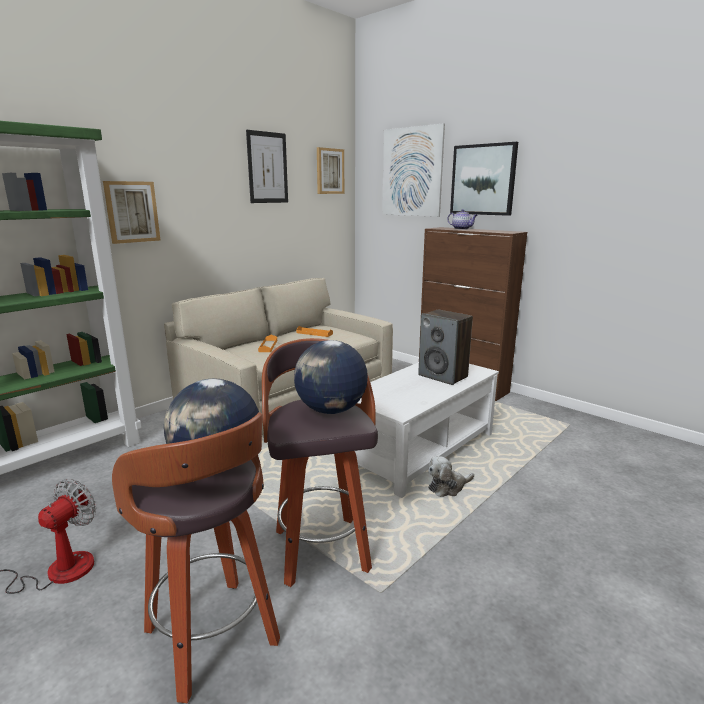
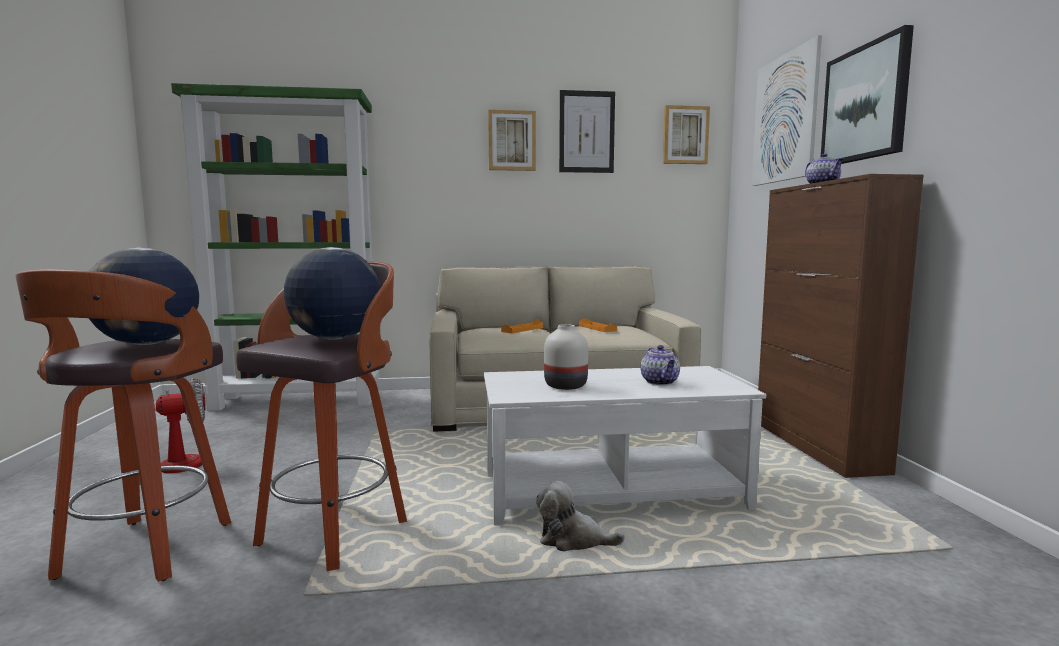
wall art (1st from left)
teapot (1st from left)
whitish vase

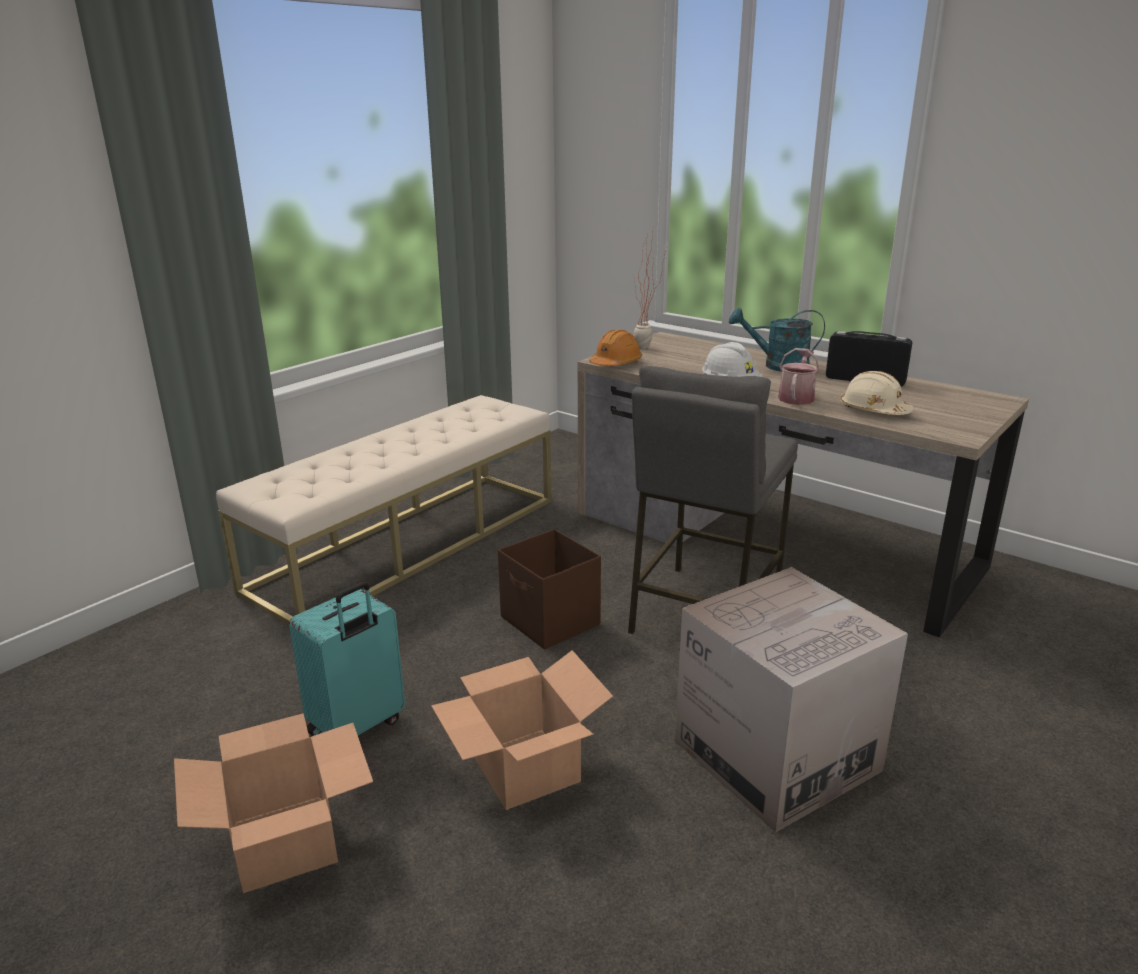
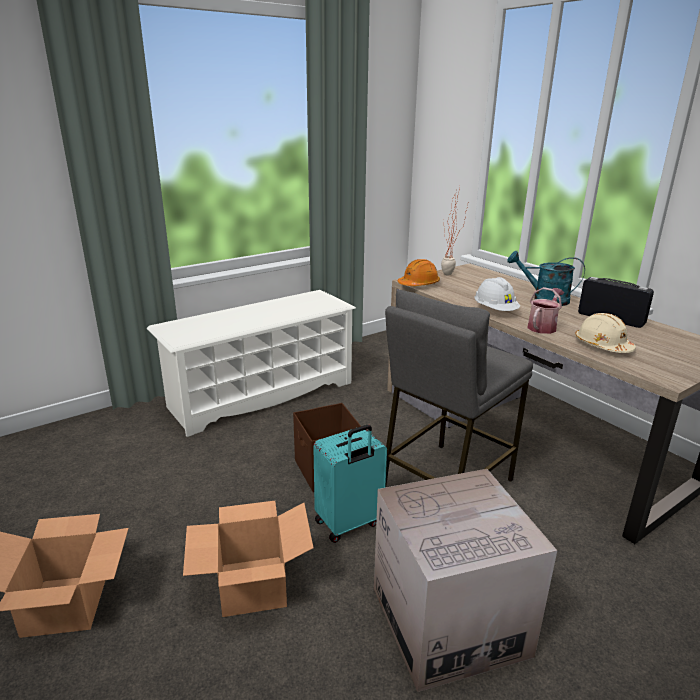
whitish shoe shelf
blue-green suitcase

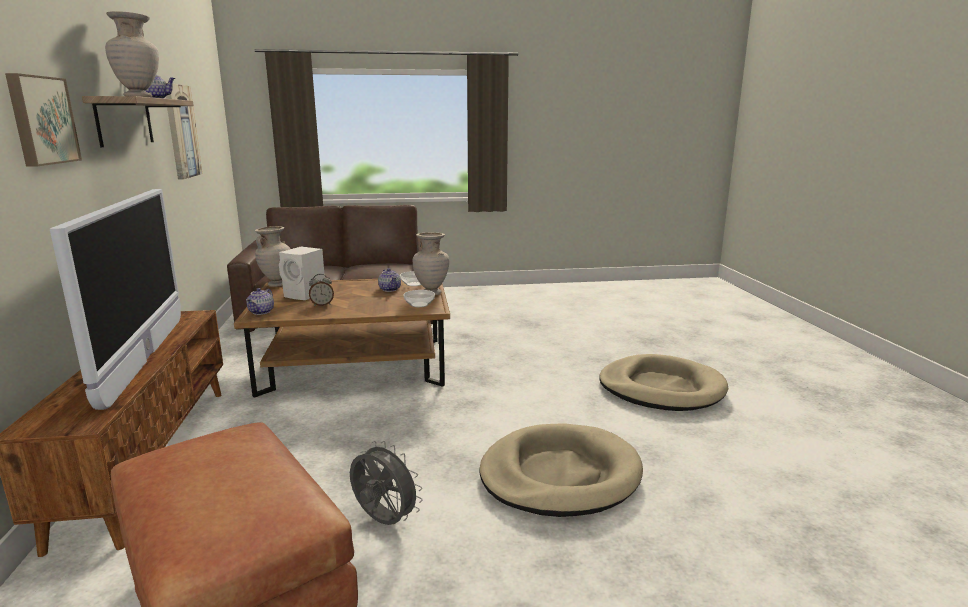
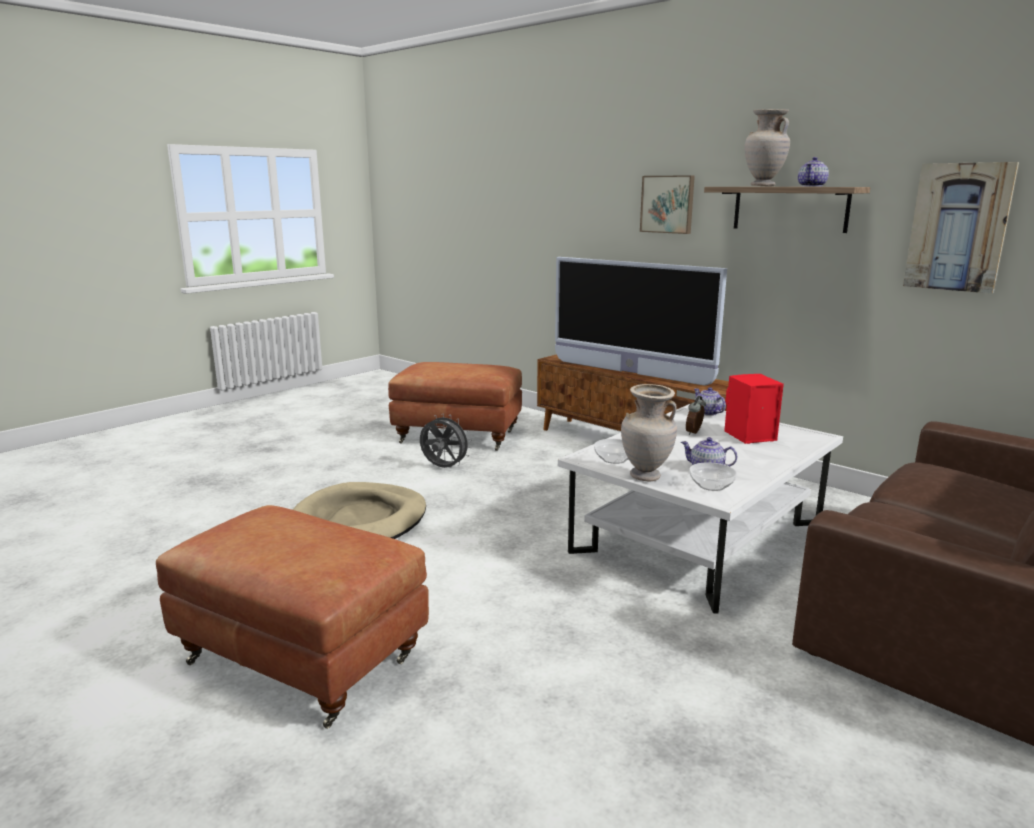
beige vase (2nd from left in the first image)
red loudspeaker
whitish low table
brown-coloured footrest (1st from left)
greyish electric fan

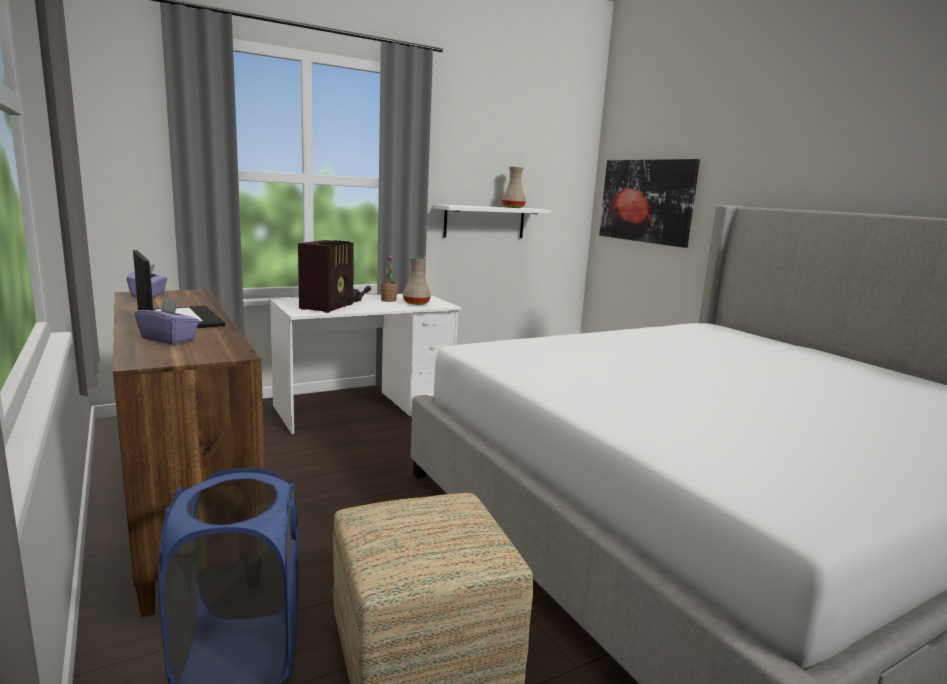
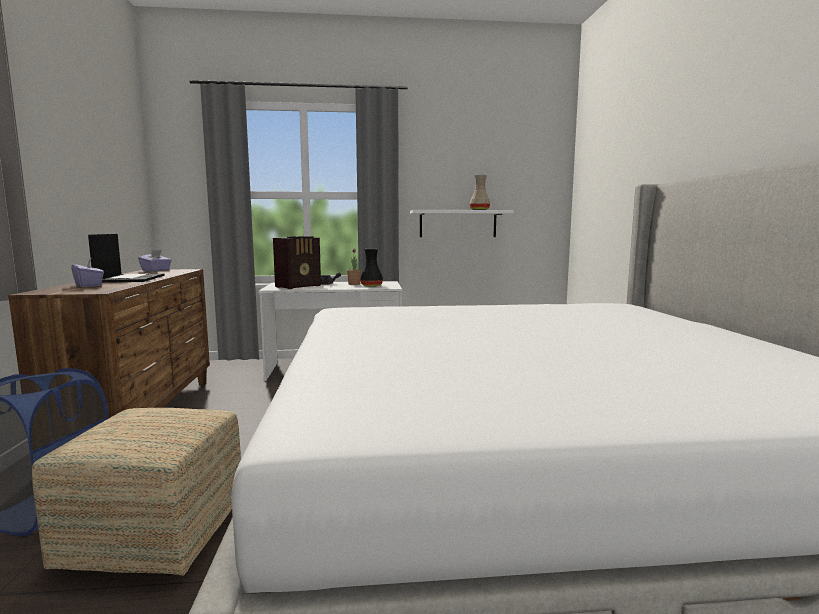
wall art
blackish vase

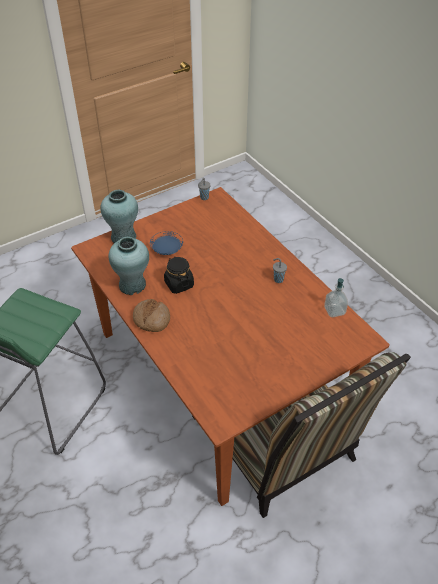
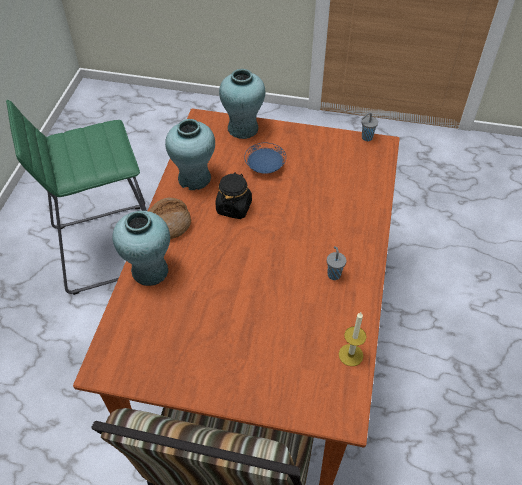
wax light
blue-green vase (1st from left)

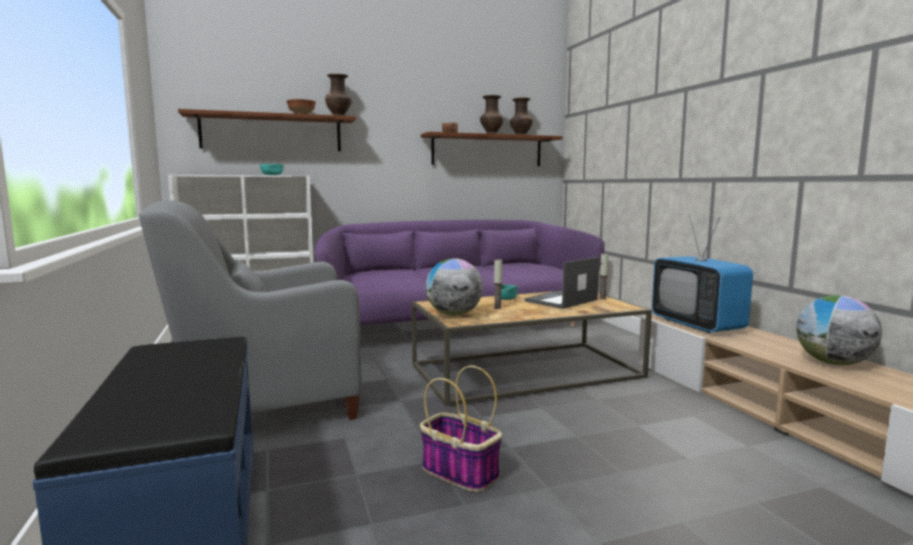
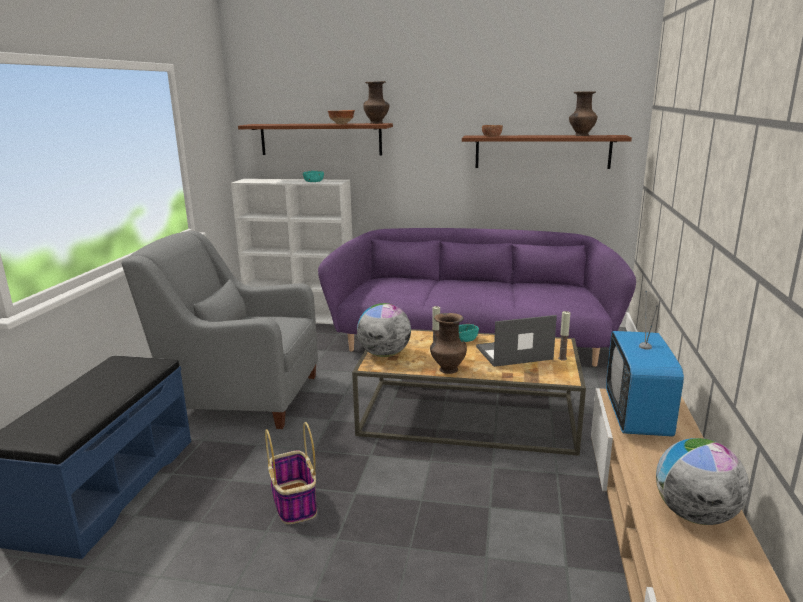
brown-coloured vase (2nd from left)

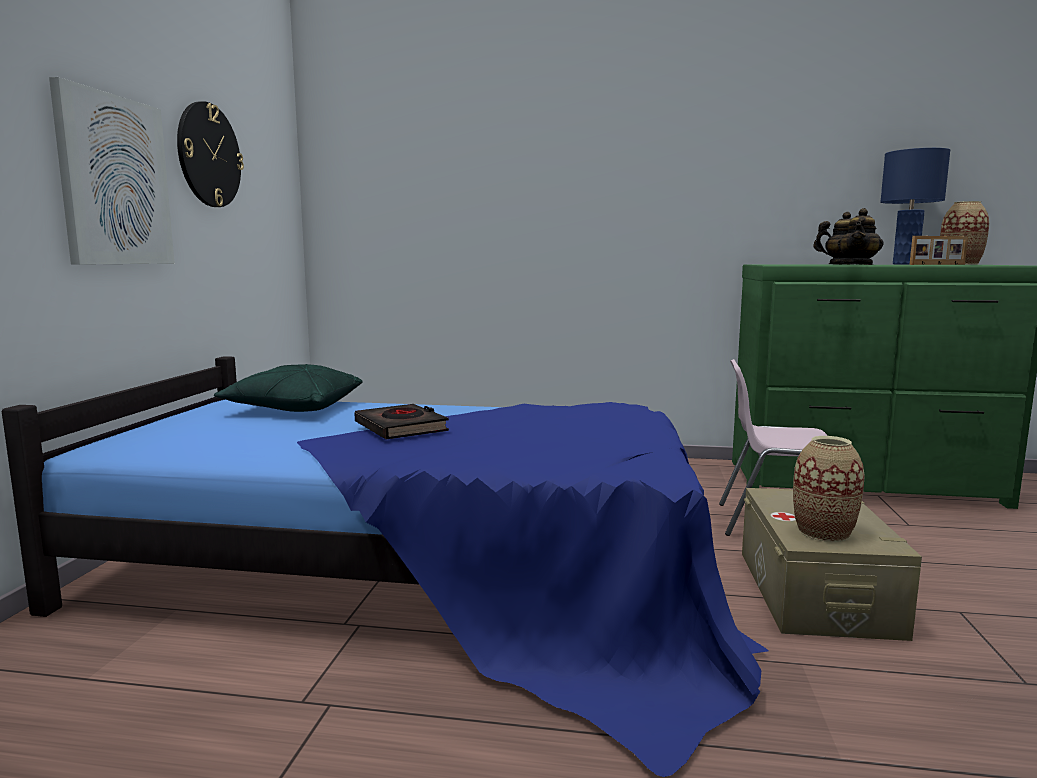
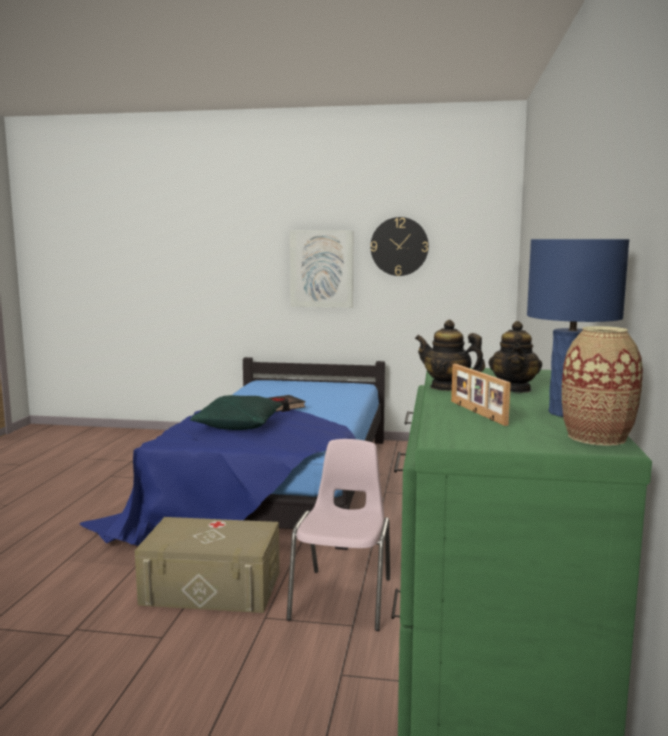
green pillow
vase (1st from left in the first image)

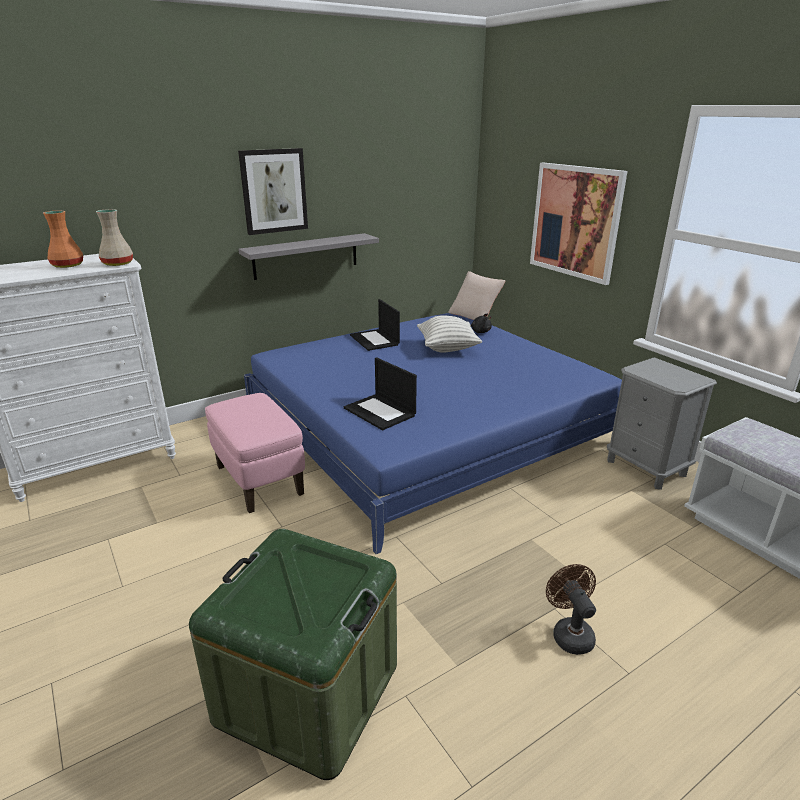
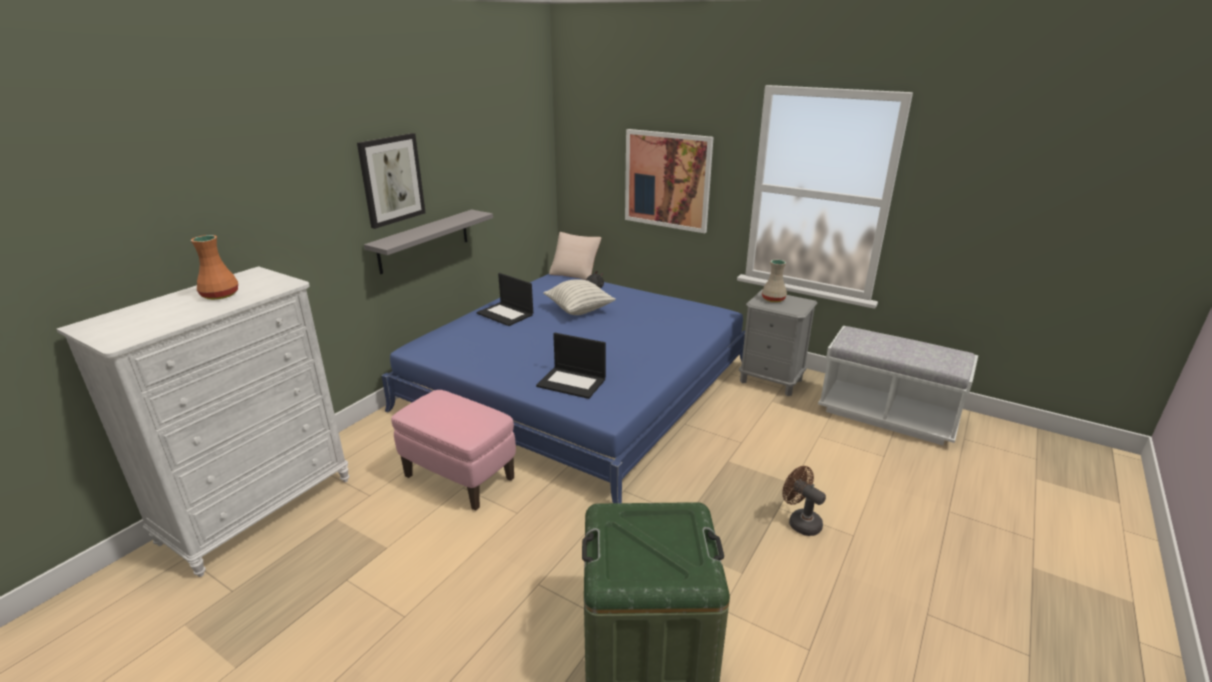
beige vase

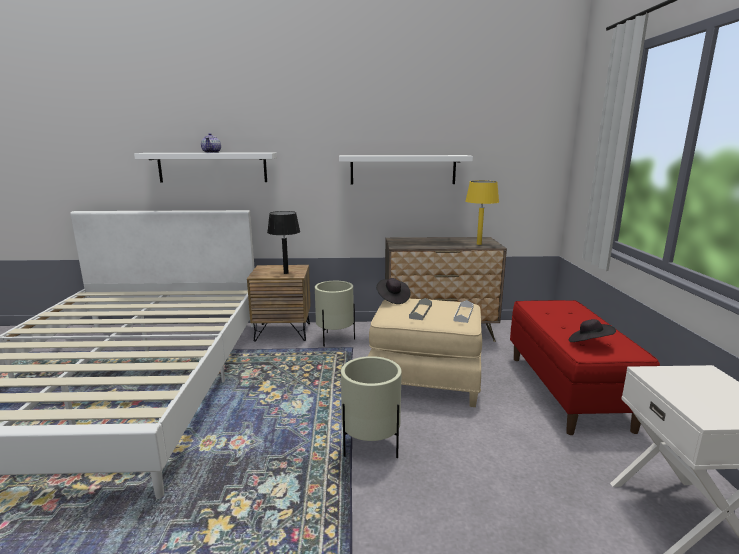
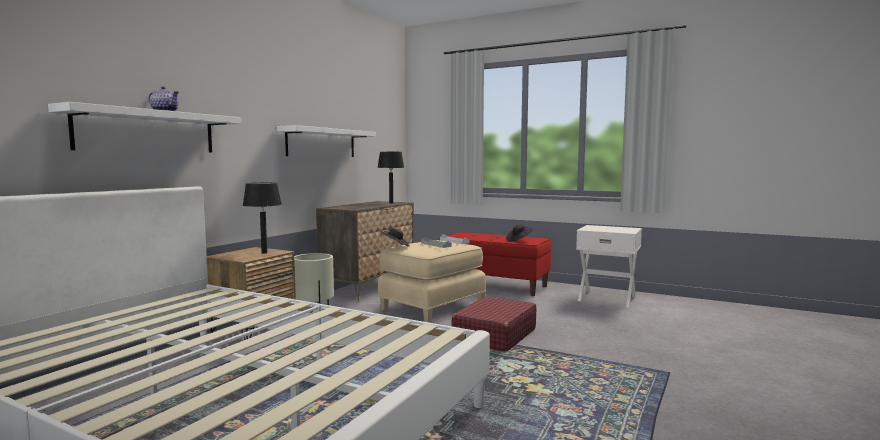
blackish tabletop lamp (2nd from left)
red suitcase

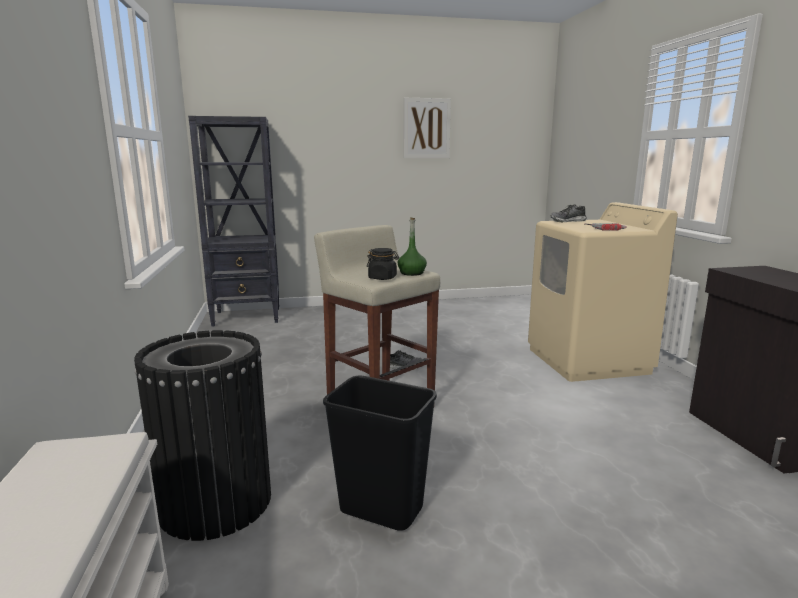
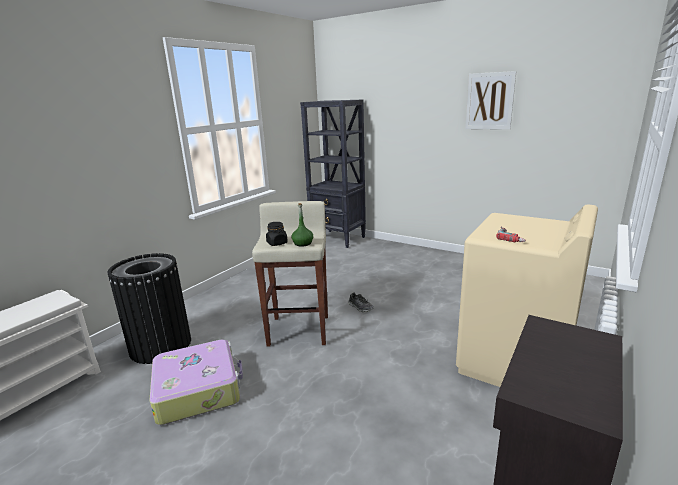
low shoe (2nd from left in the first image)
suitcase

